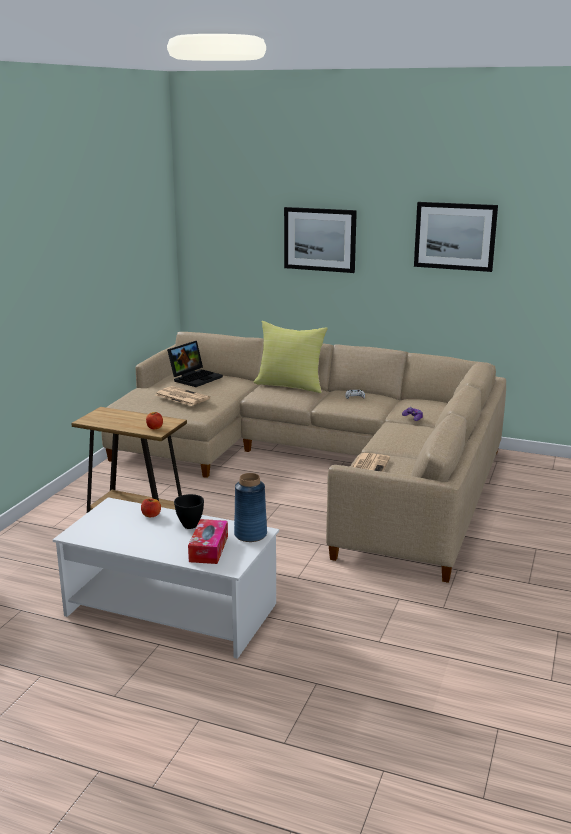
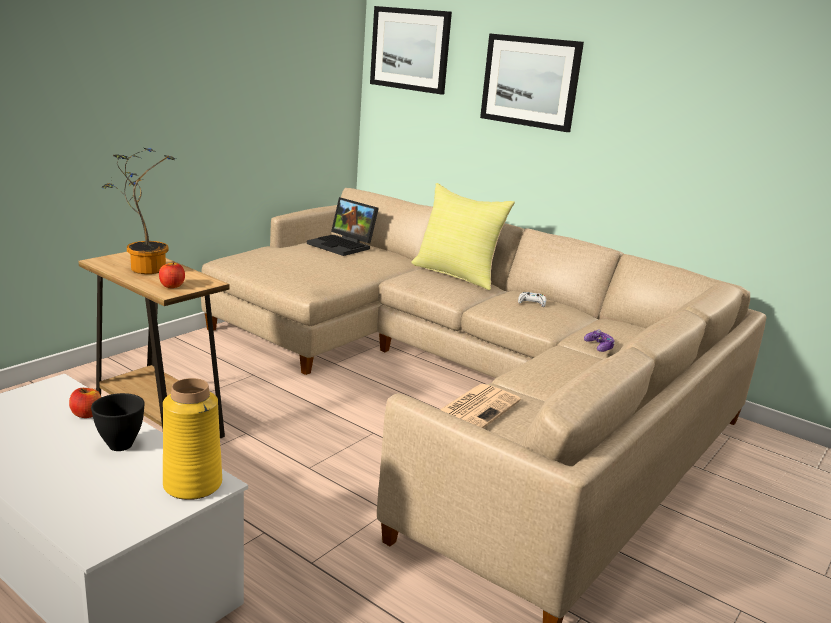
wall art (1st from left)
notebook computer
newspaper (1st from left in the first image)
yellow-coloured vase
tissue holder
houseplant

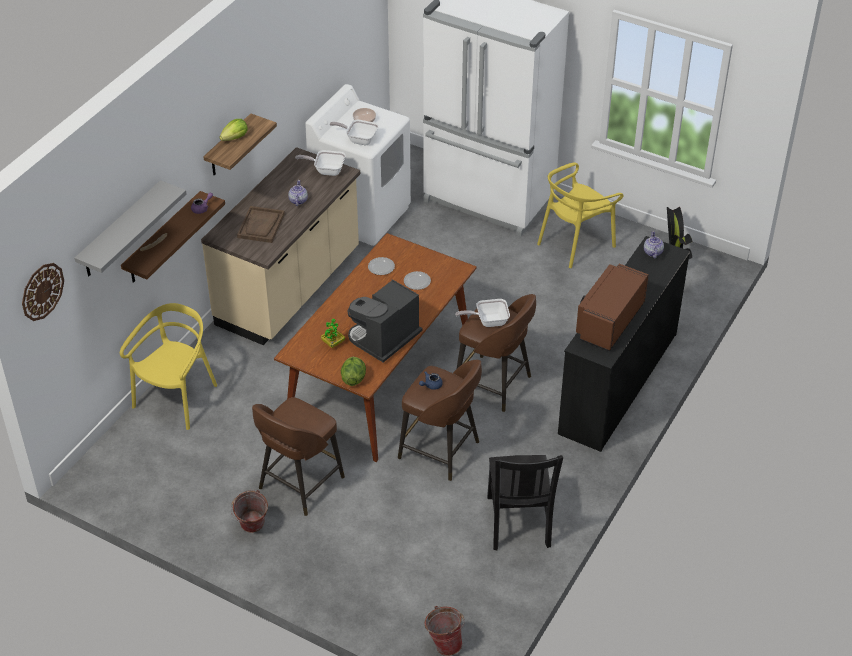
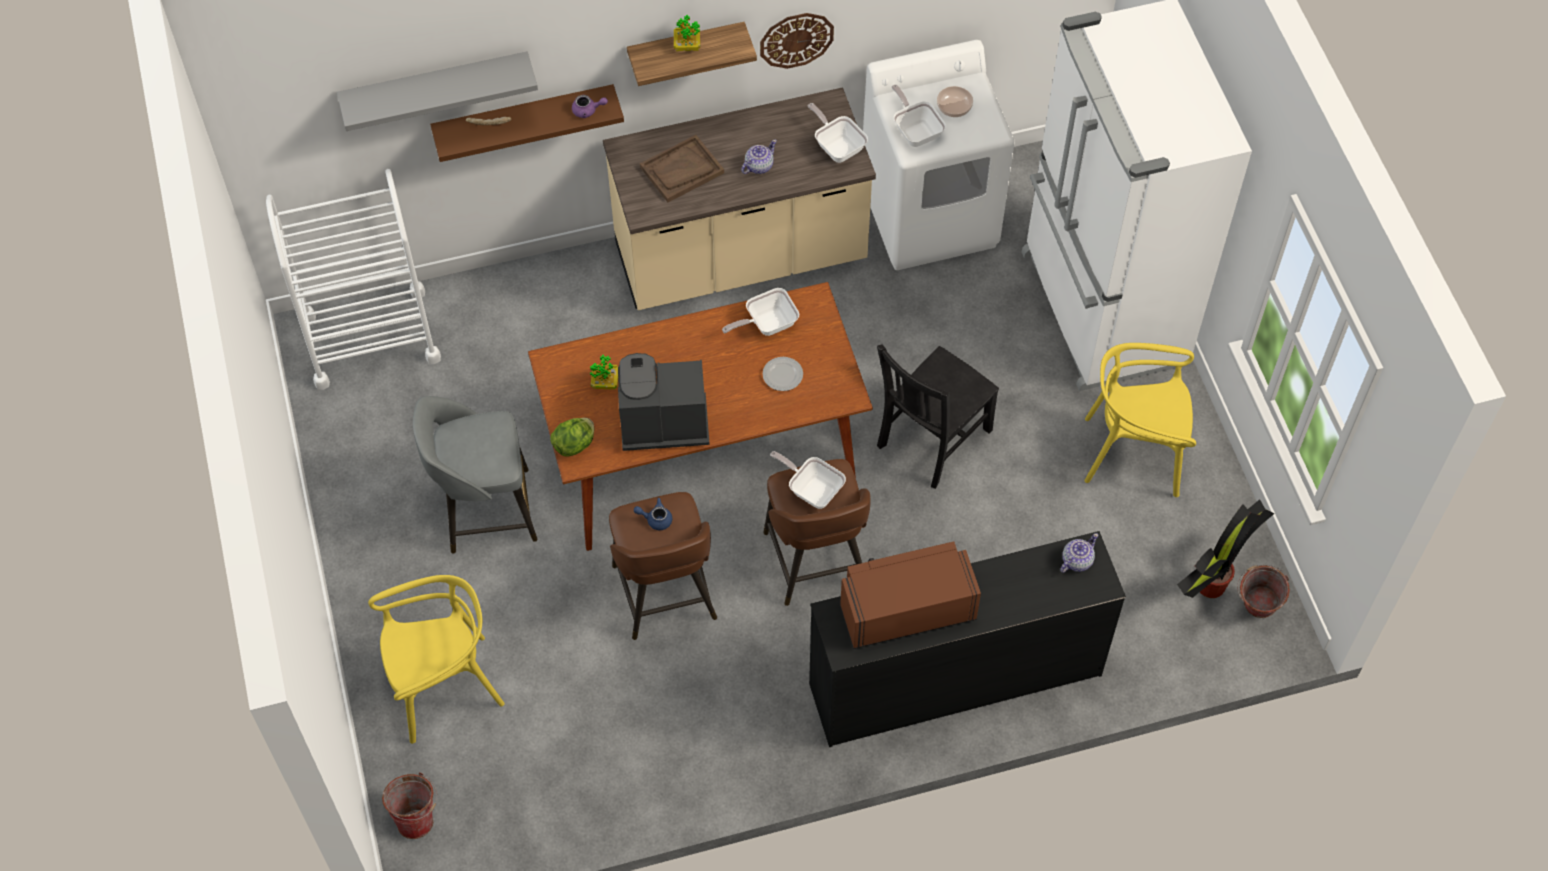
houseplant (2nd from left)
pan (1st from left)
wall clock
yellow-coloured plain chair (1st from left)
greyish stool
blackish plain chair
water bucket (2nd from left)
whitish cart

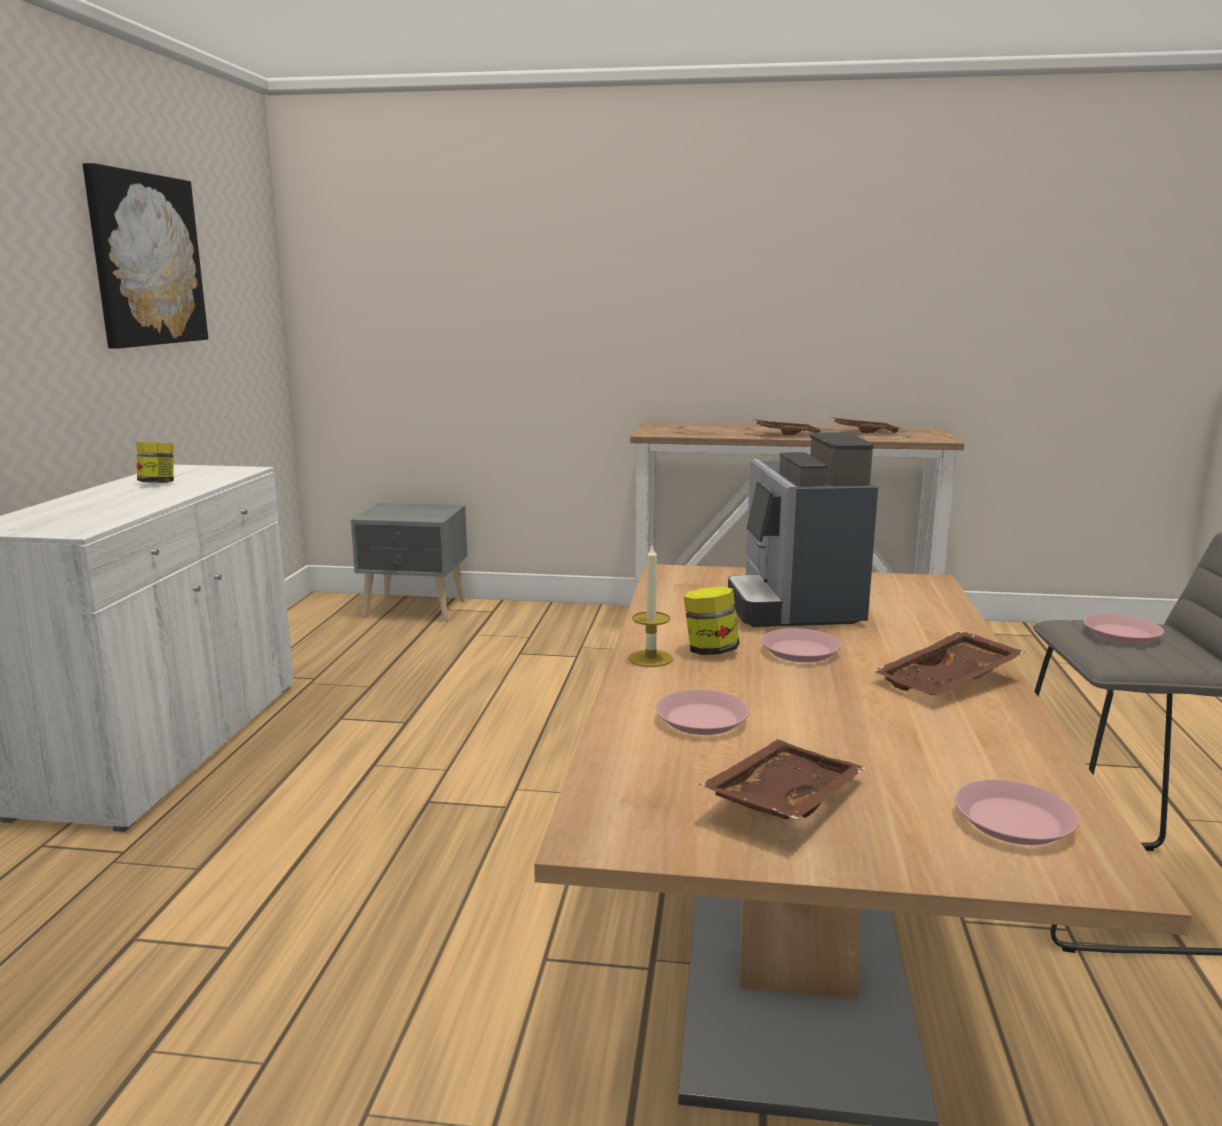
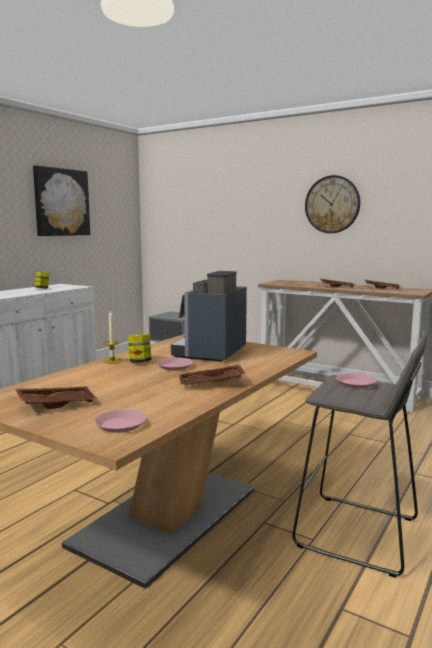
pinkish plate (1st from left in the first image)
wall clock

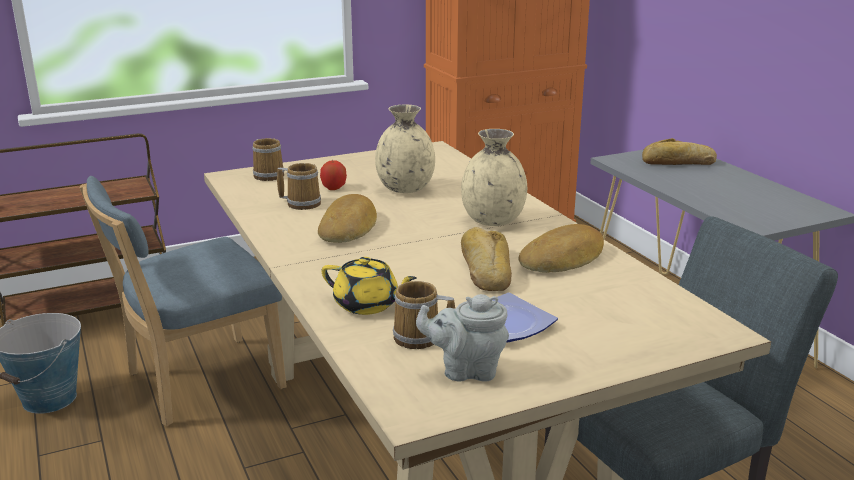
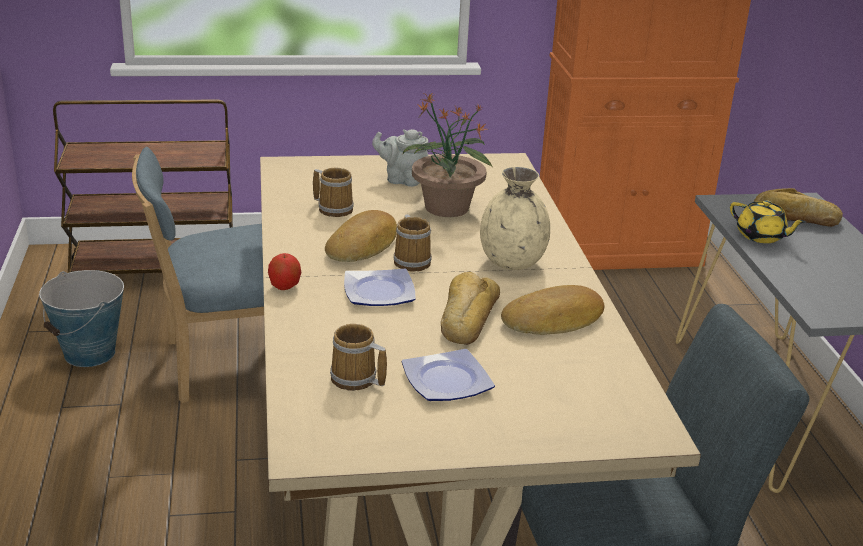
houseplant
coffee mug (3rd from left)
whole apple
yellow-coloured teapot
greyish teapot
plate (1st from left)

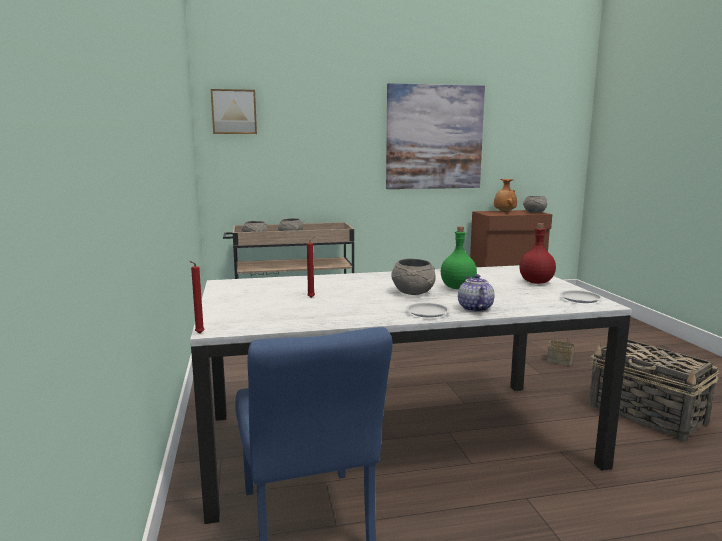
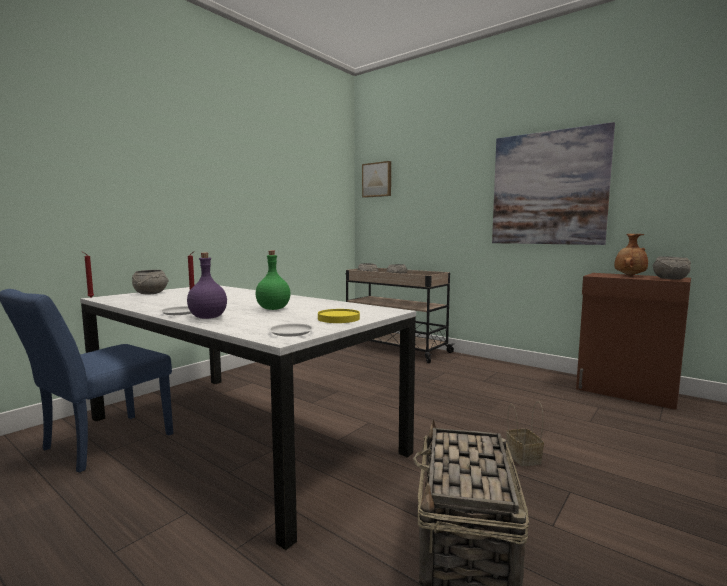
yellow-coloured plate
greyish serving bowl (1st from left)
purple drink bottle

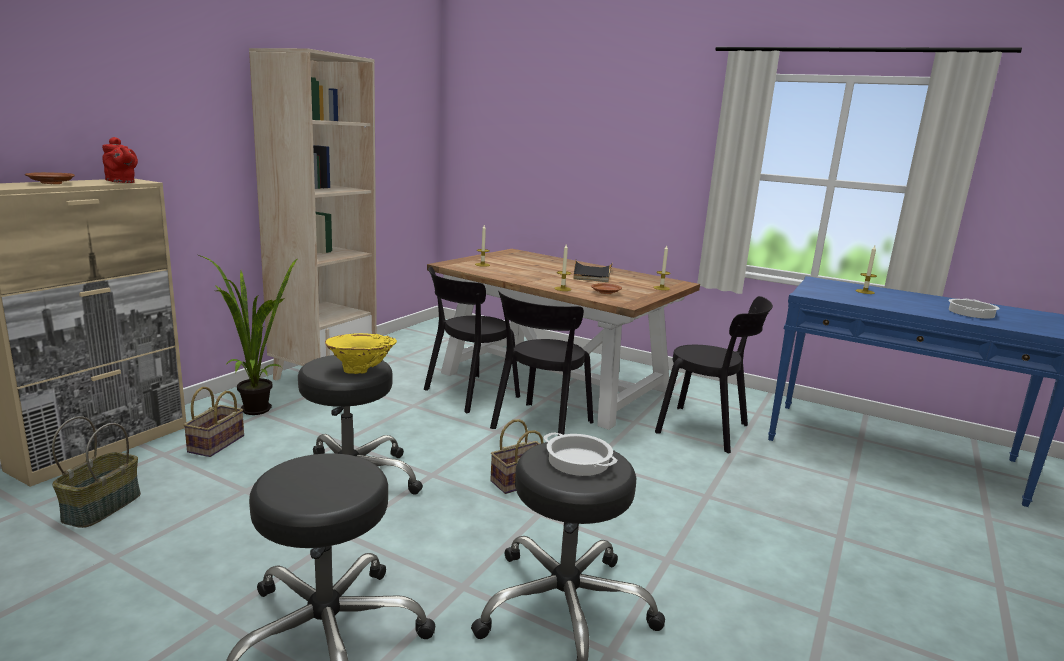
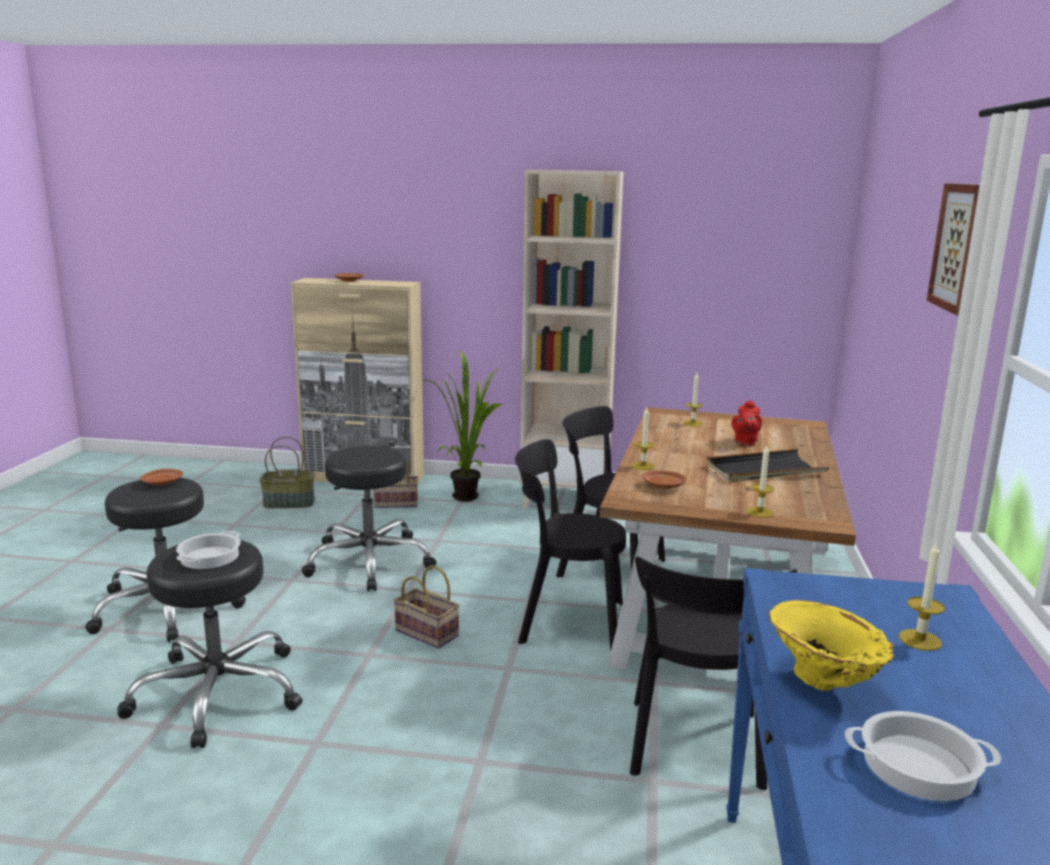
red teapot
yellow-coloured vase
wall art
brown-coloured plate (1st from left)

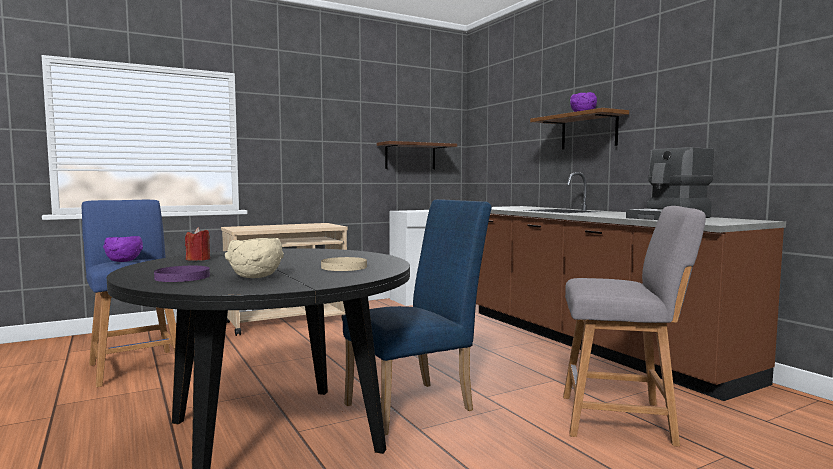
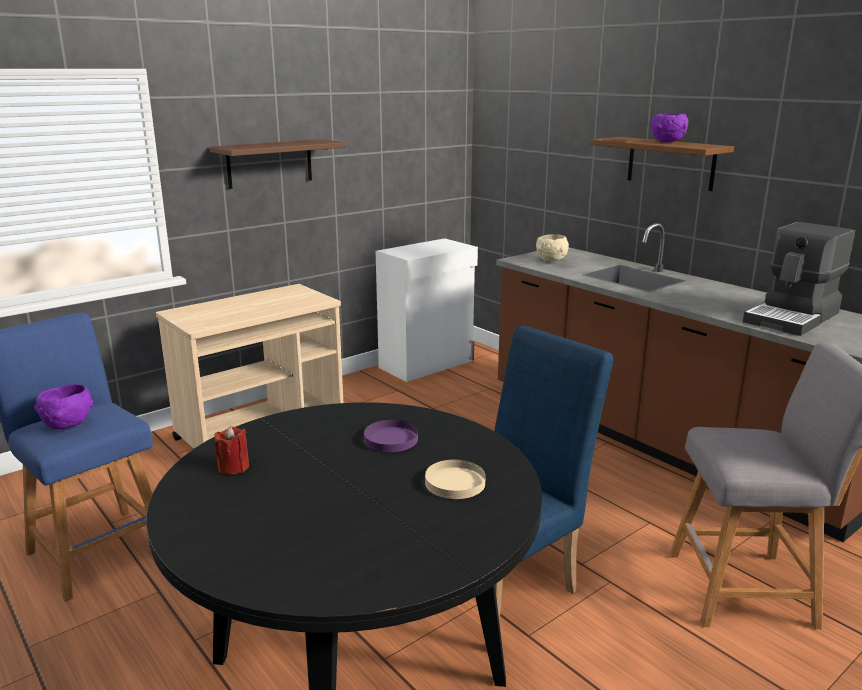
brown-coloured shelf (1st from left)
beige serving bowl
purple plate

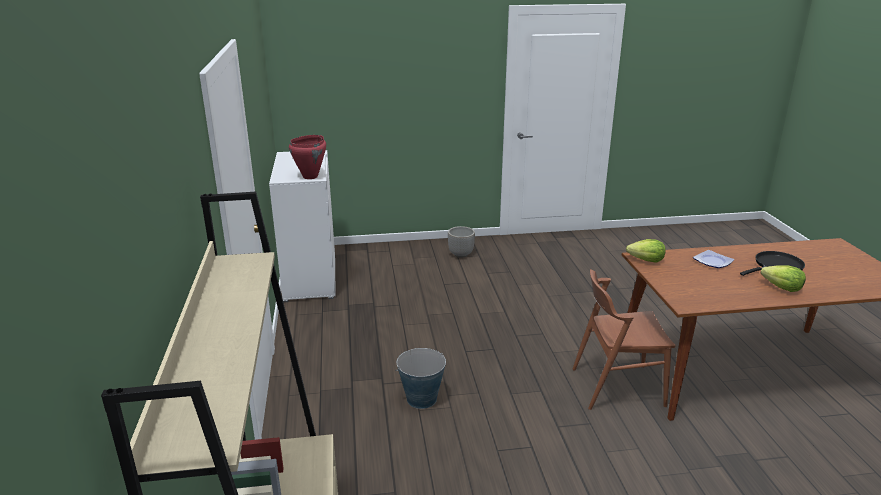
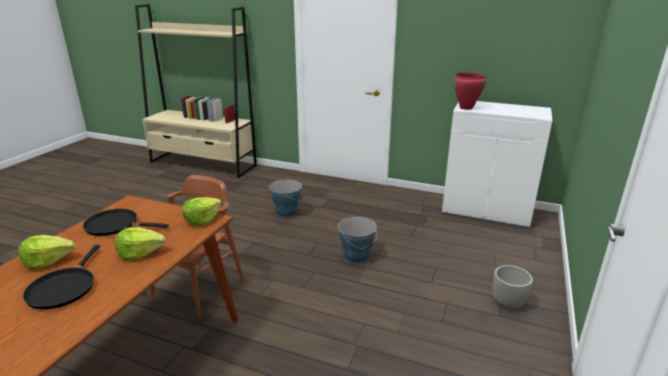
lettuce head (2nd from left)
blackish pan (2nd from left)
water bucket (2nd from left)

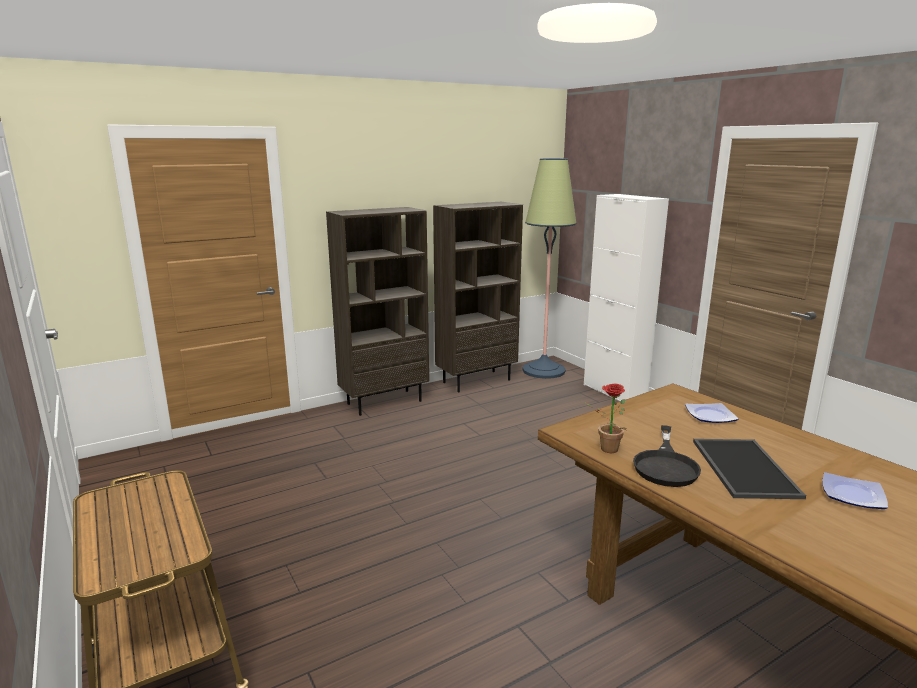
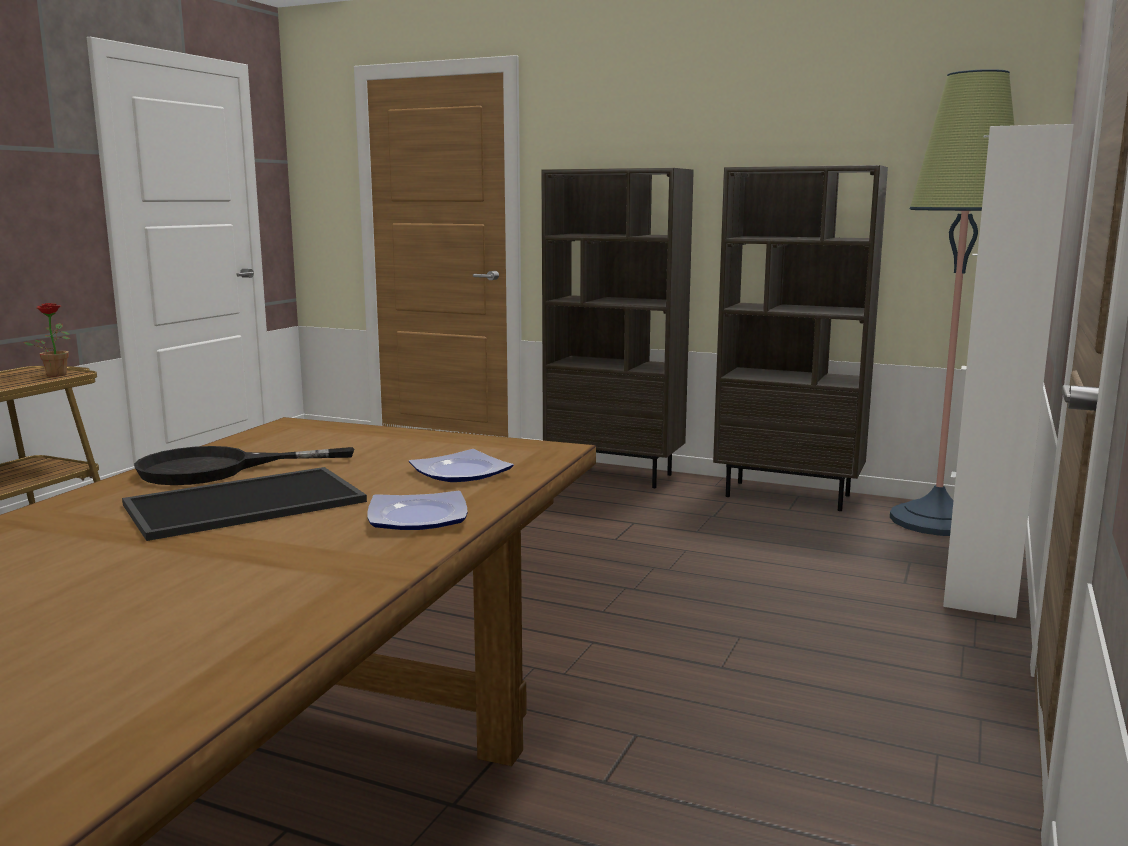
houseplant
plate (1st from left)

